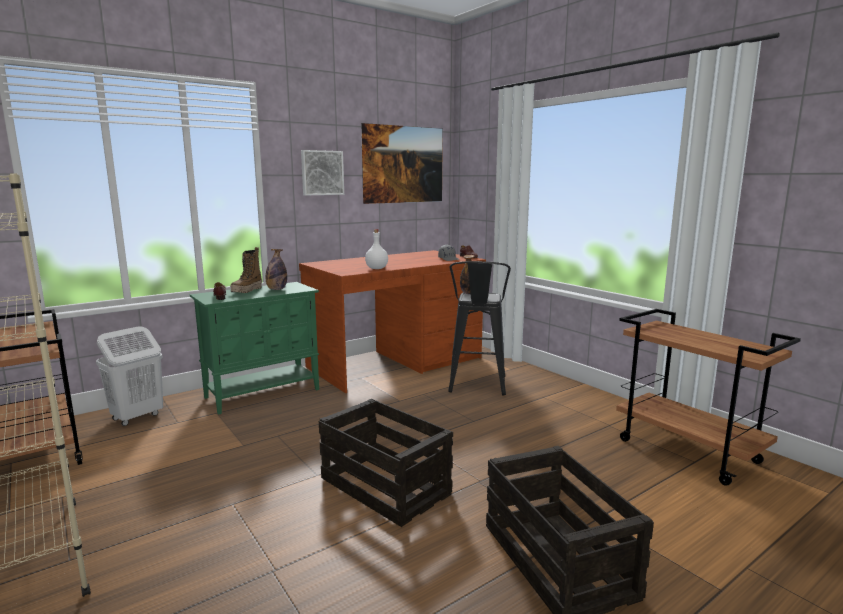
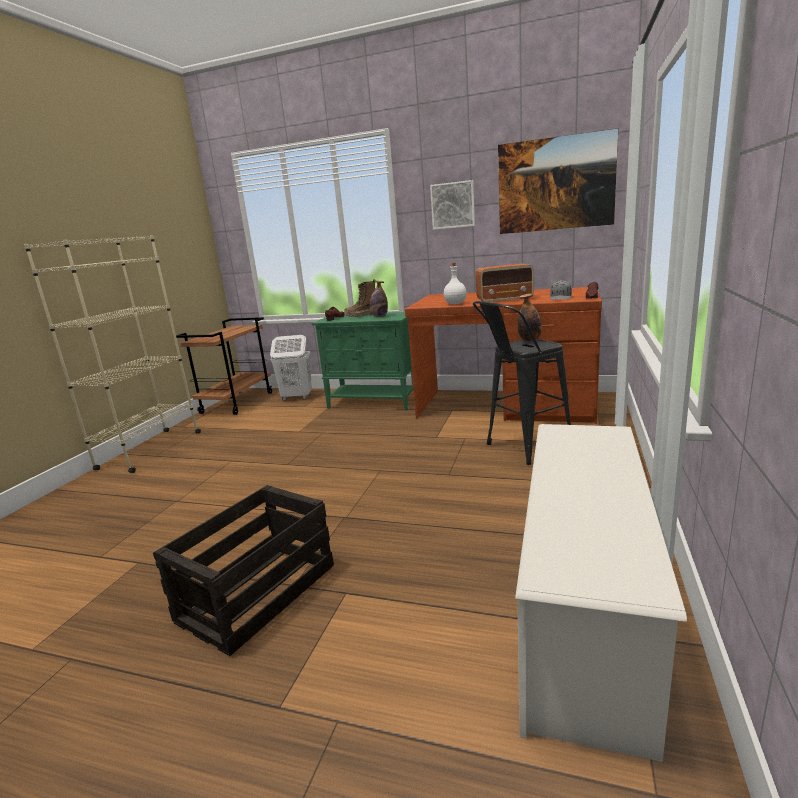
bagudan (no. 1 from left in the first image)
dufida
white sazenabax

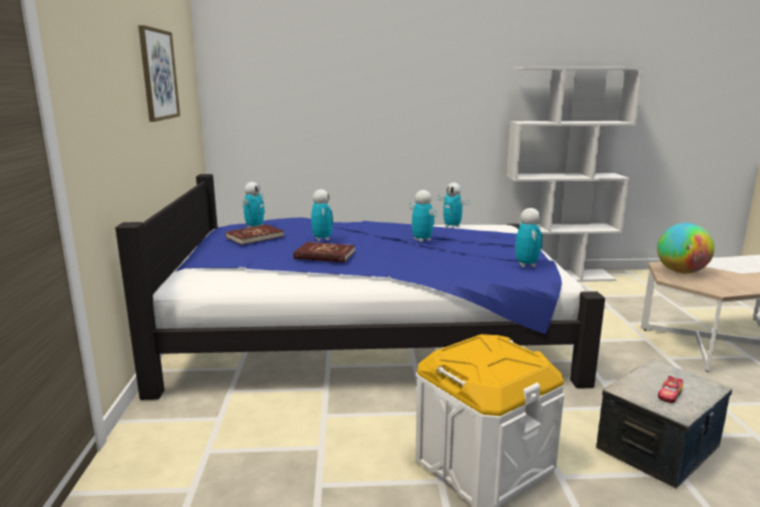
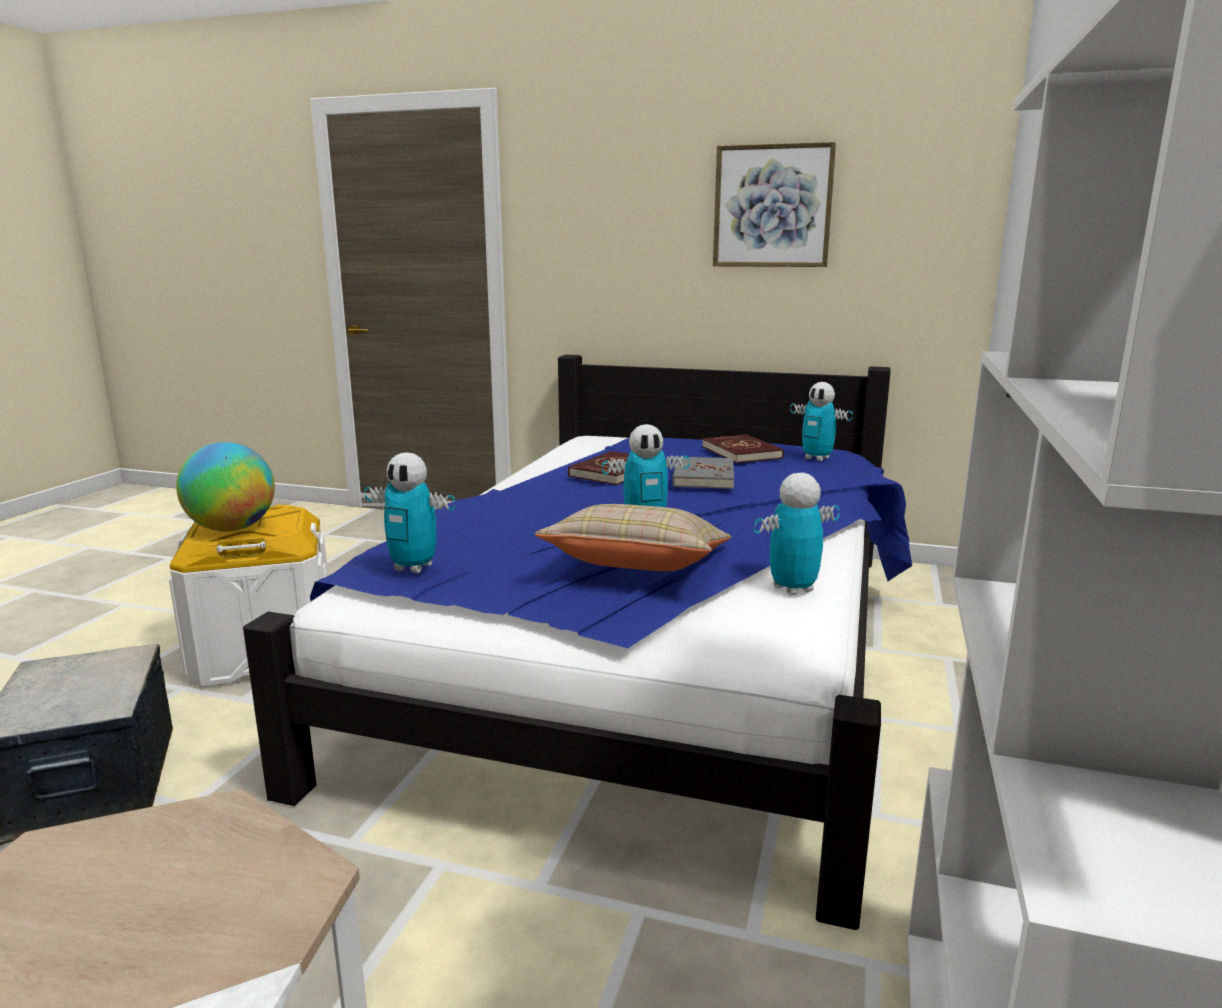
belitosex
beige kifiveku
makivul
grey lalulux

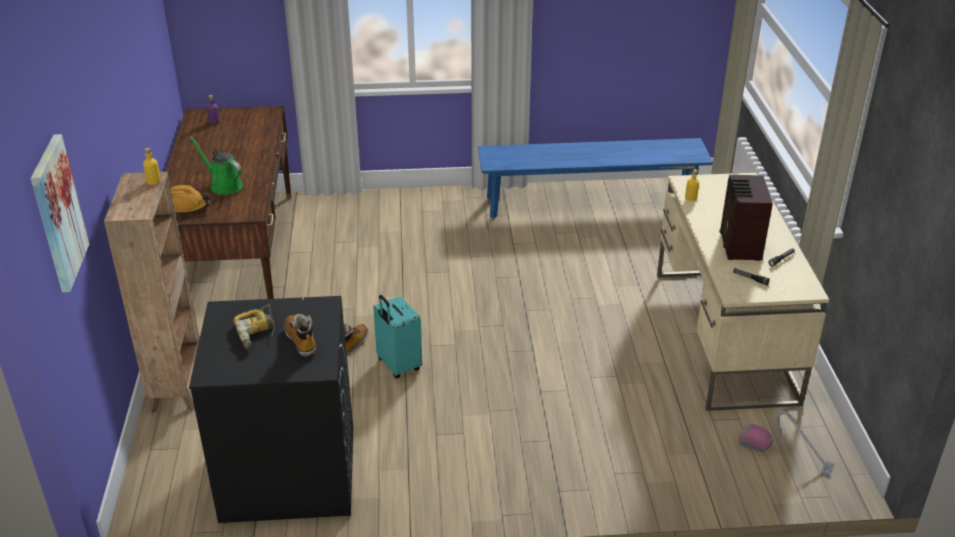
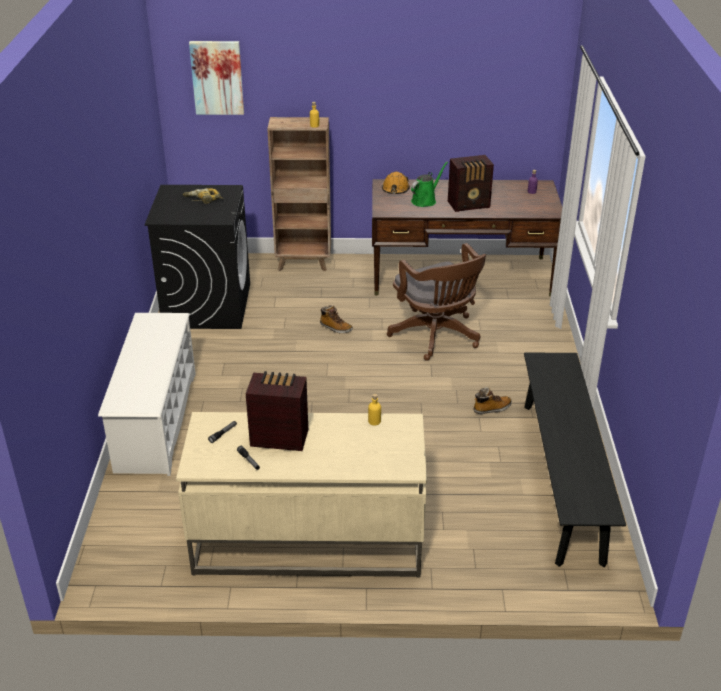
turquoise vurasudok
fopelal
white sazenabax
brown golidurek
dufida (no. 2 from left)
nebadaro (no. 2 from left)
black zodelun

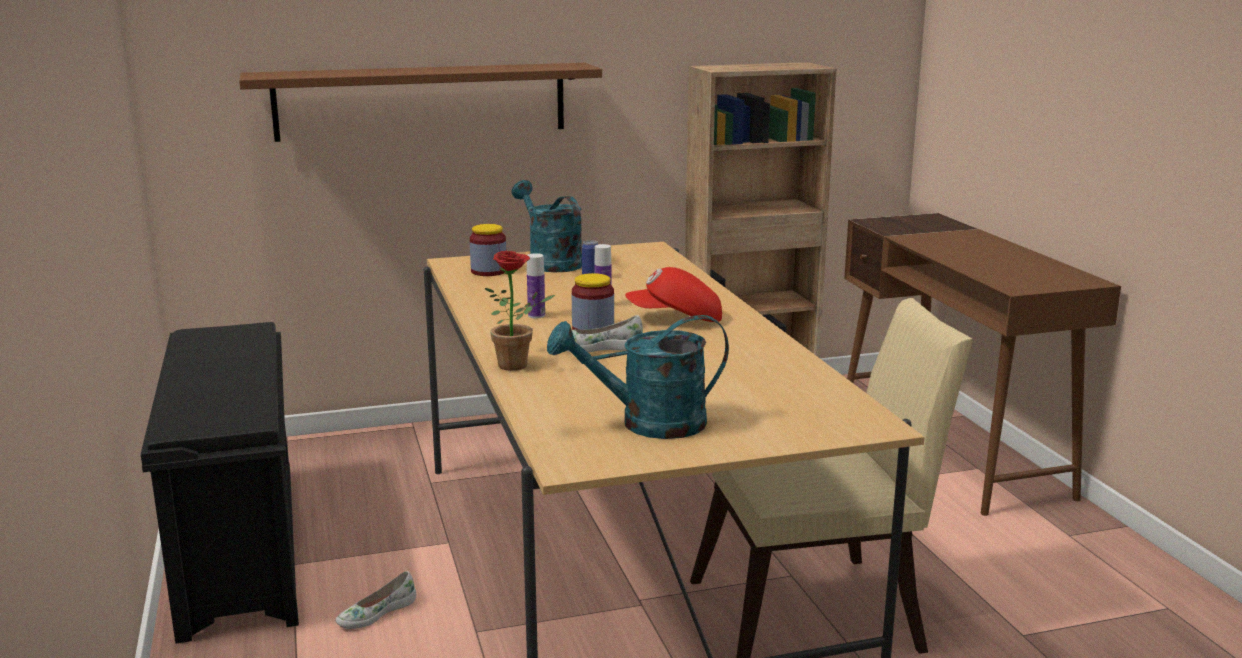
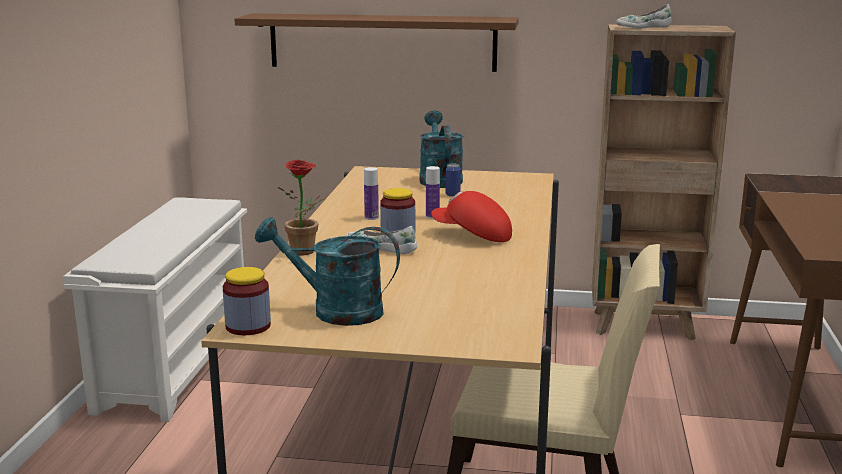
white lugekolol (no. 2 from left)
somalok (no. 1 from left)
white sazenabax

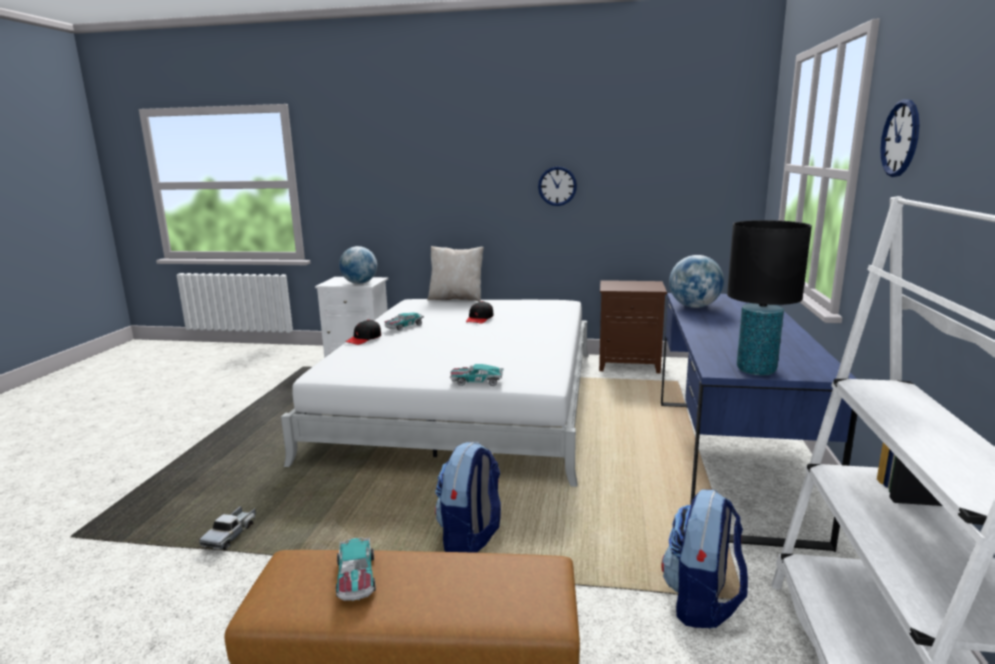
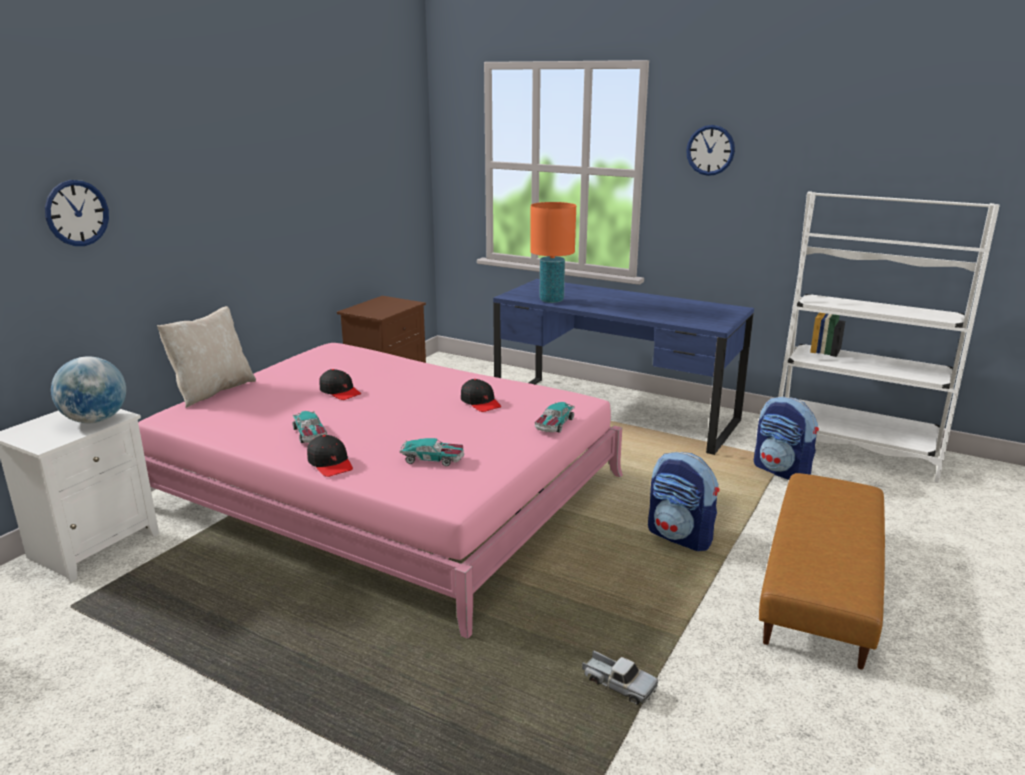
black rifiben
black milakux (no. 3 from left)
belitosex (no. 2 from left)
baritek (no. 1 from left)
orange rifiben
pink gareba

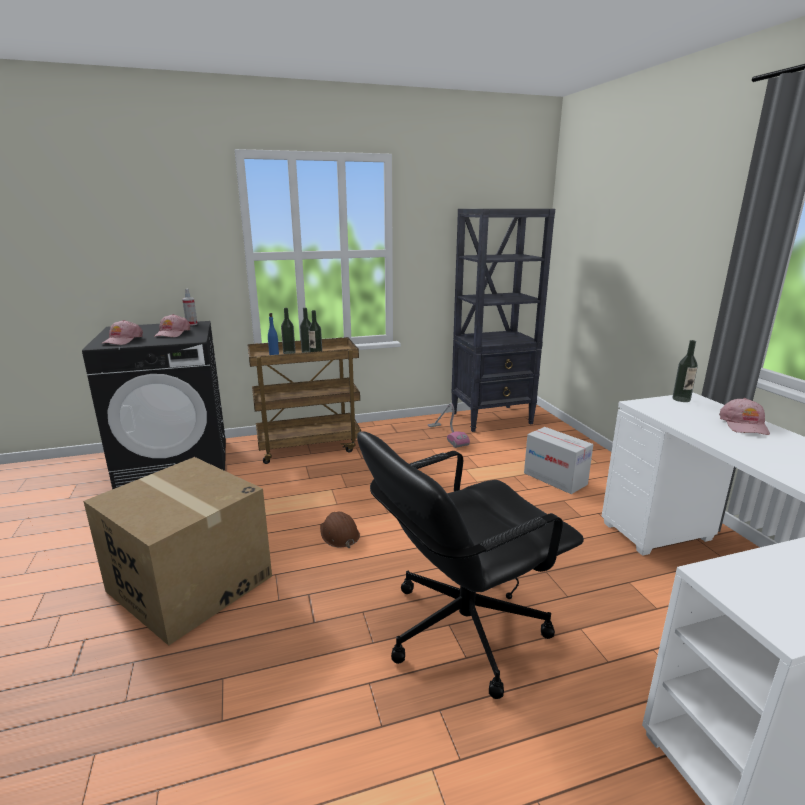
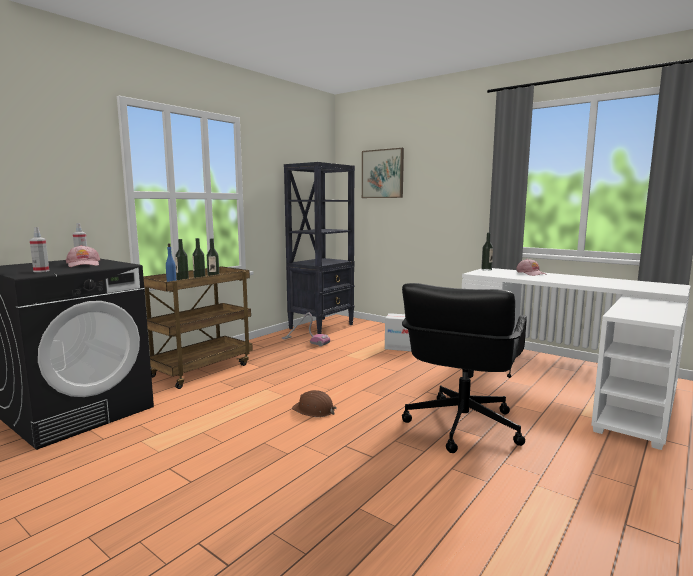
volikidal (no. 1 from left in the first image)
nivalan
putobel (no. 1 from left)

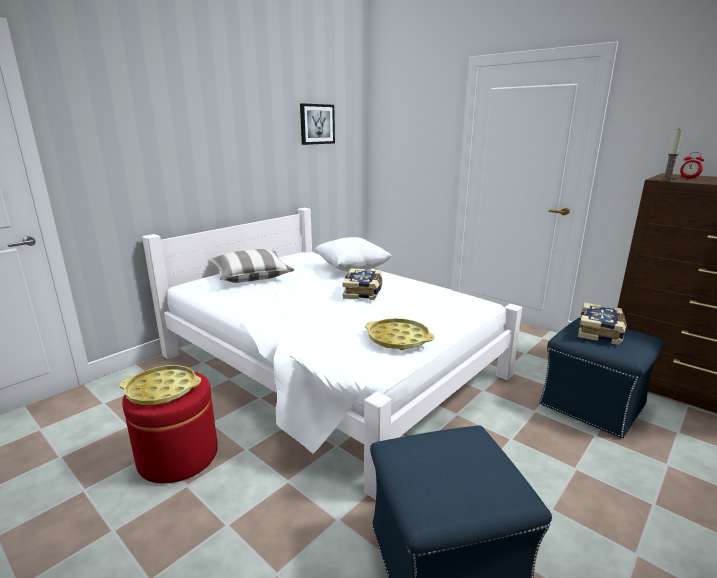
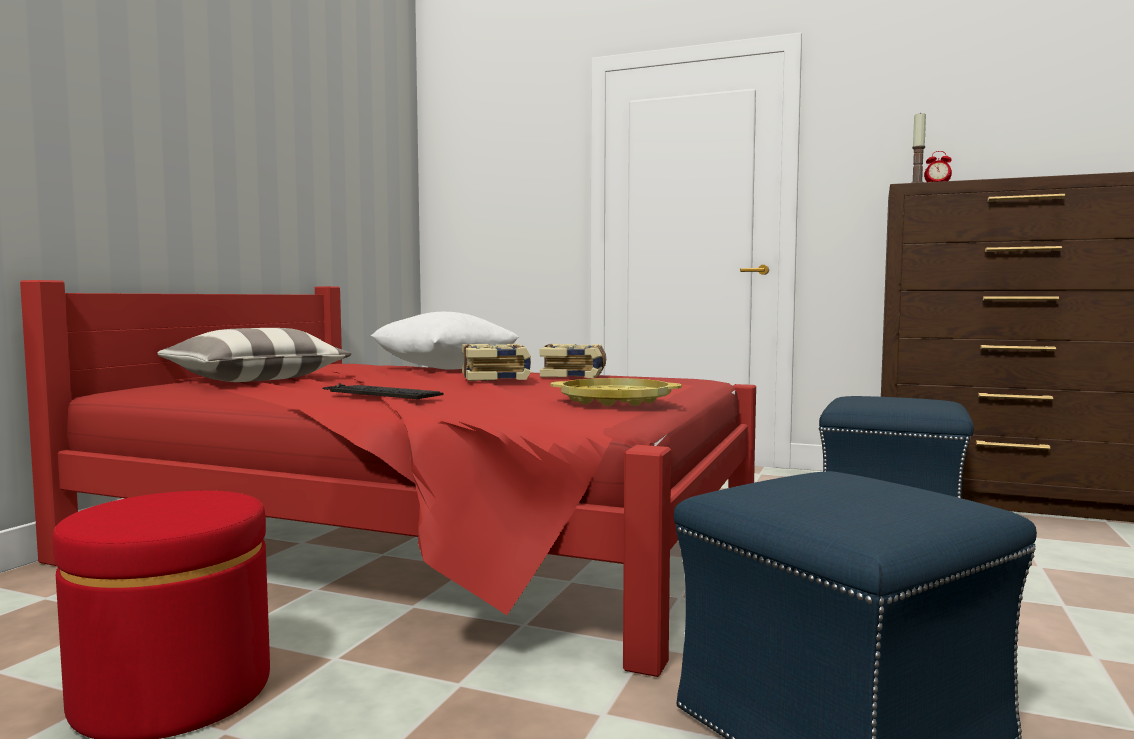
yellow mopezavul (no. 1 from left in the first image)
nivalan
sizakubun
lalulux (no. 2 from left)
red gareba

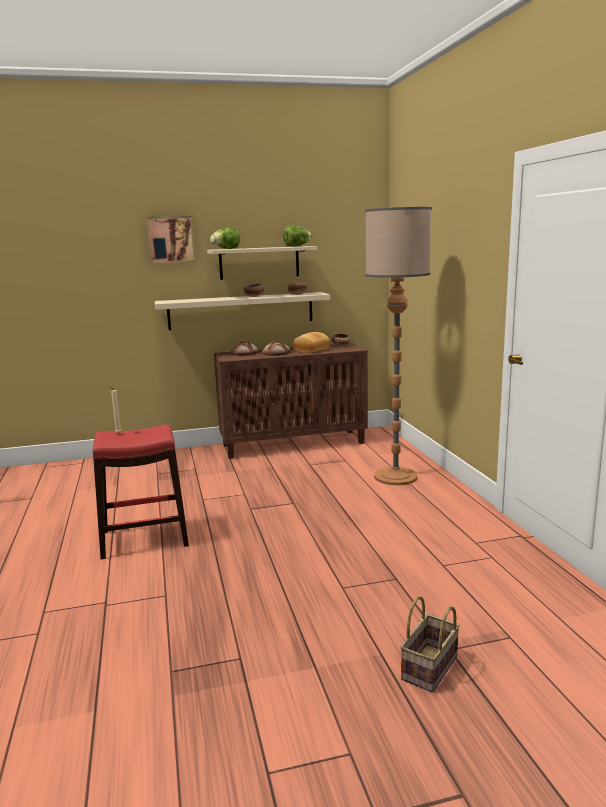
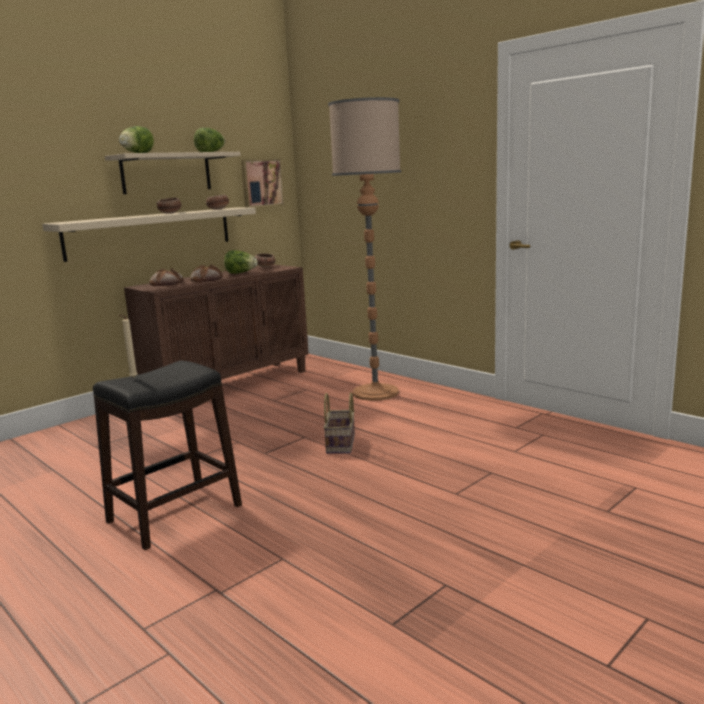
nivalan
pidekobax
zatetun (no. 3 from left)
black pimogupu

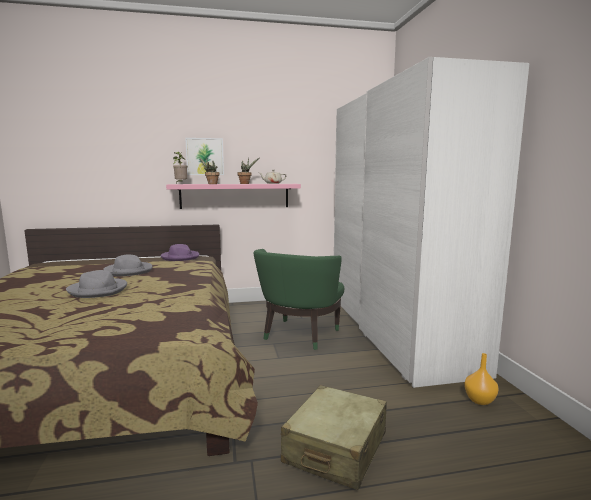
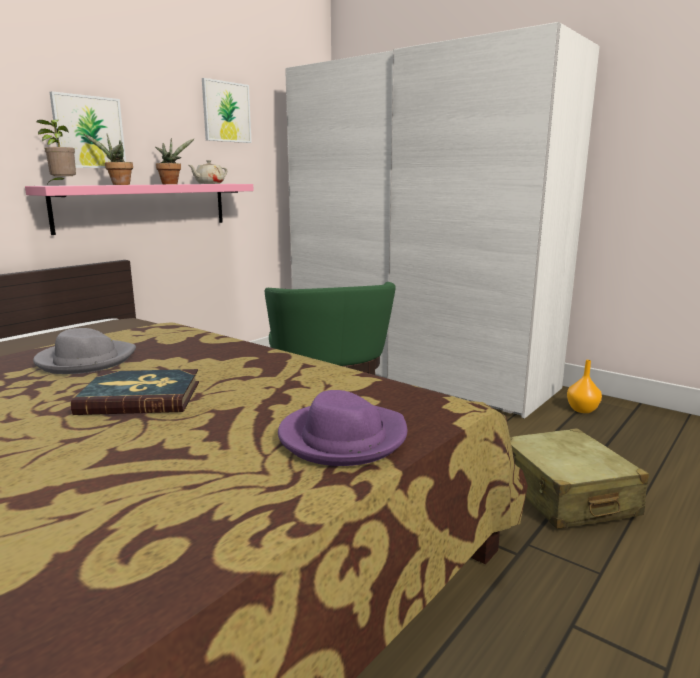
nivalan (no. 2 from left)
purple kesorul
lalulux

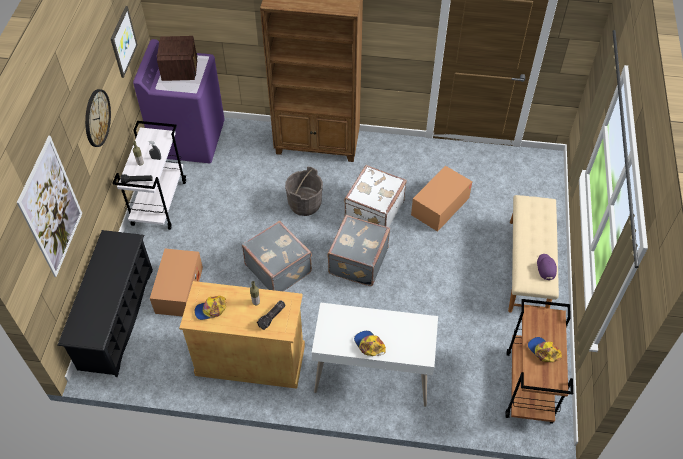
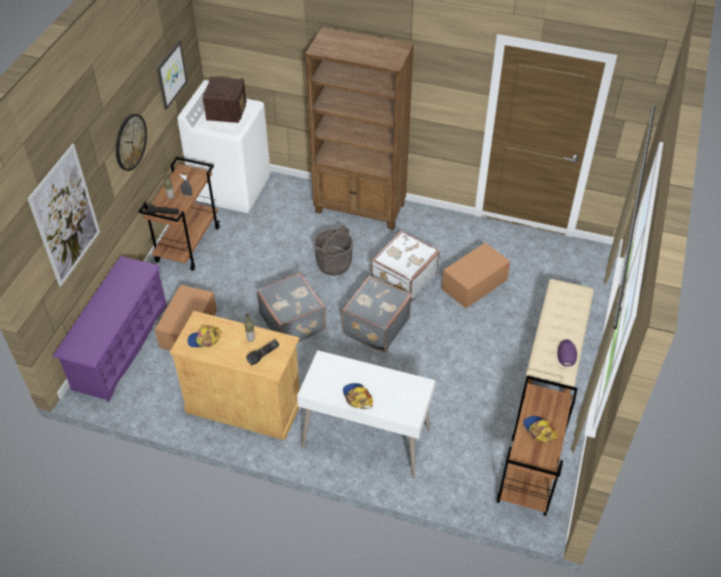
purple sazenabax
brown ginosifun (no. 1 from left)
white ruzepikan

